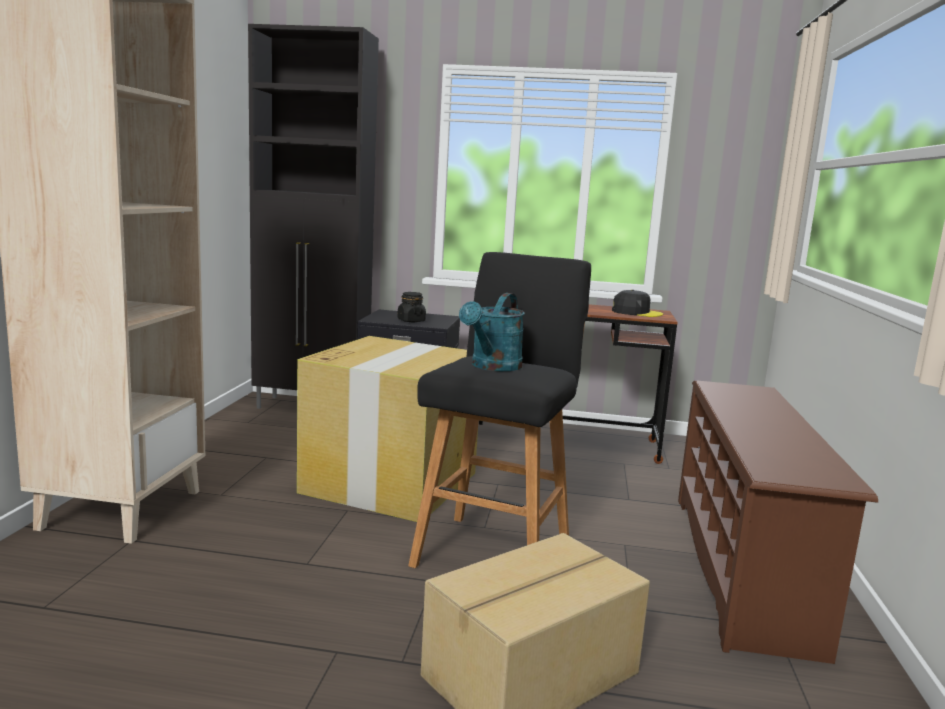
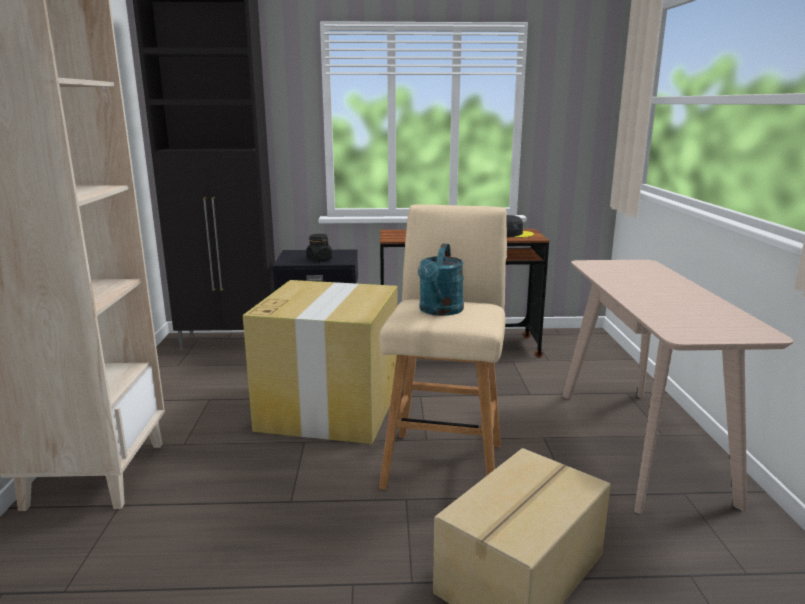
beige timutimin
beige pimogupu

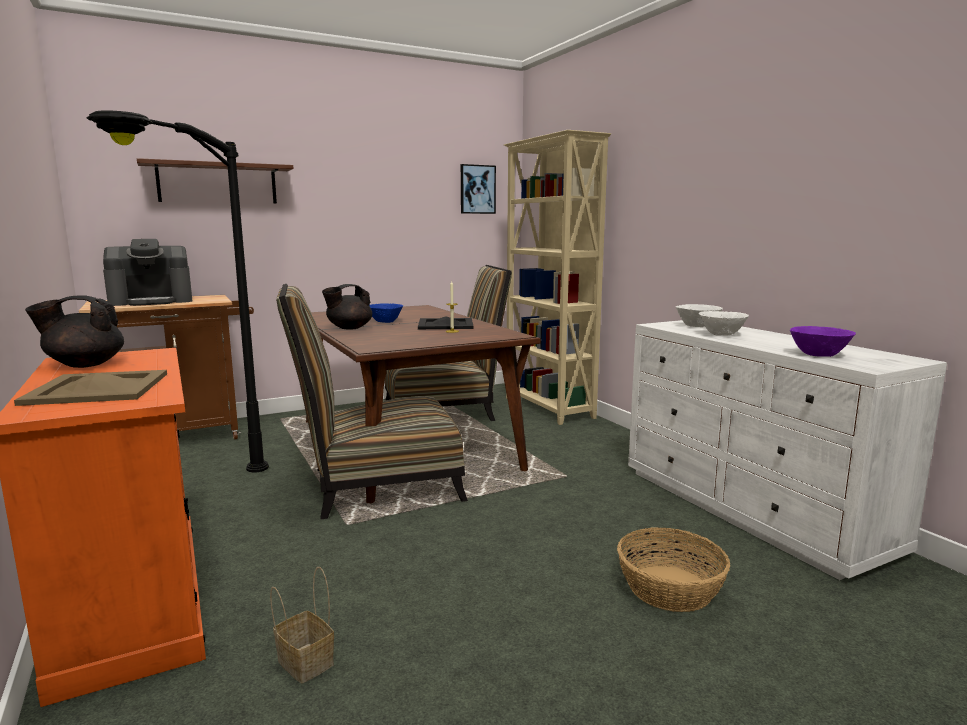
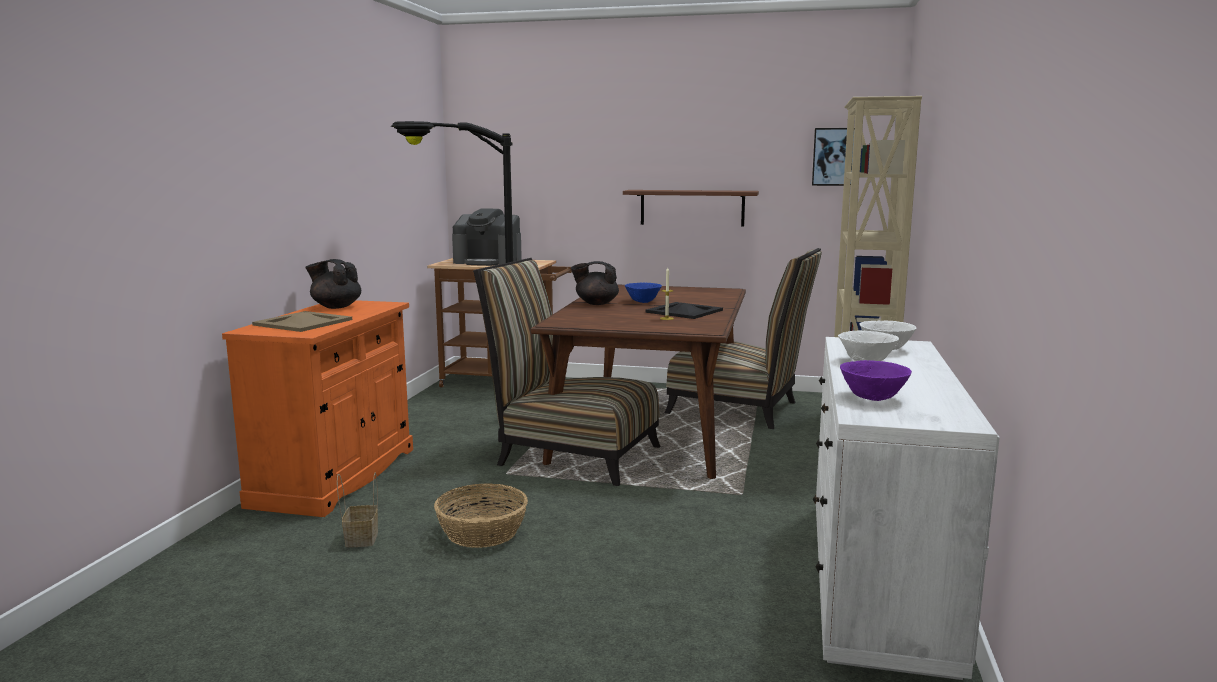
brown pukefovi
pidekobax (no. 2 from left)

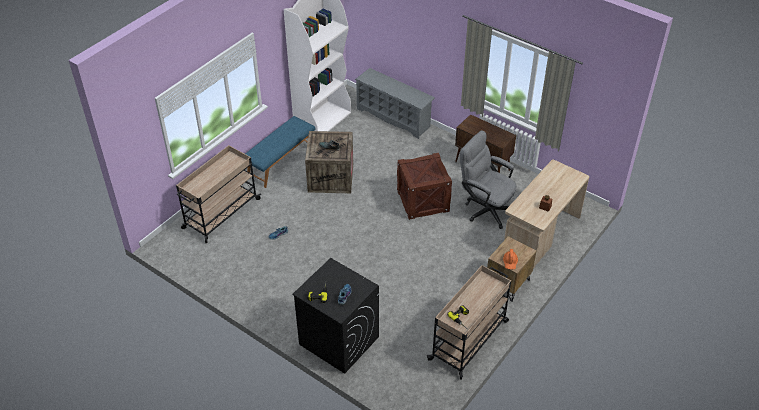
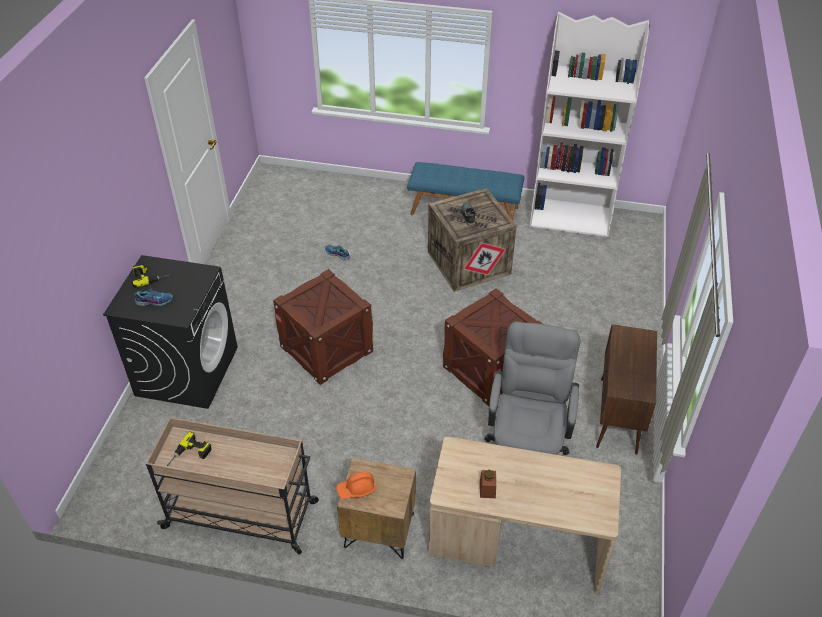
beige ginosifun (no. 1 from left in the first image)
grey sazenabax
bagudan (no. 1 from left)

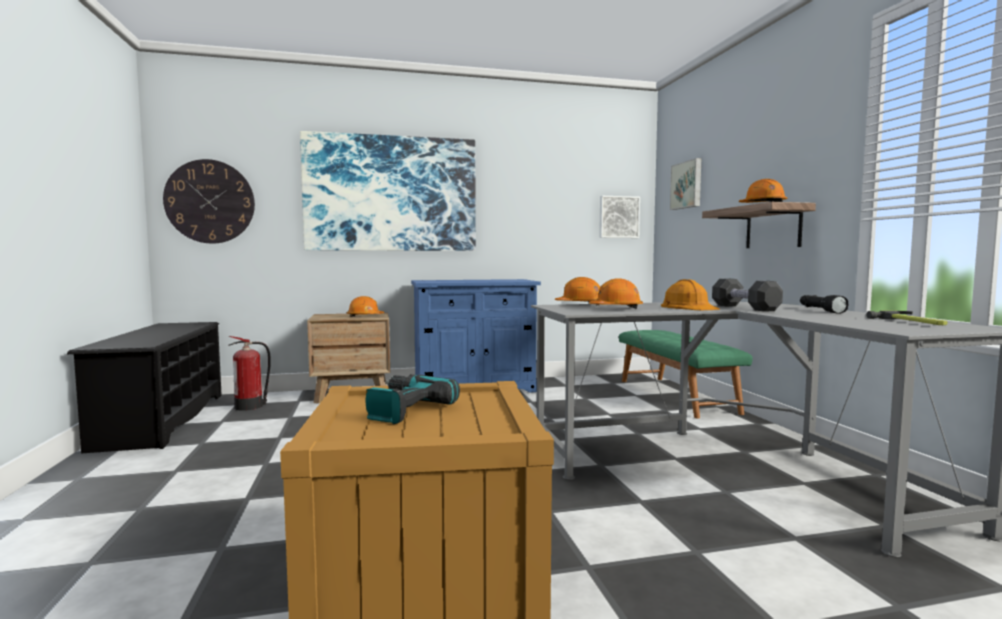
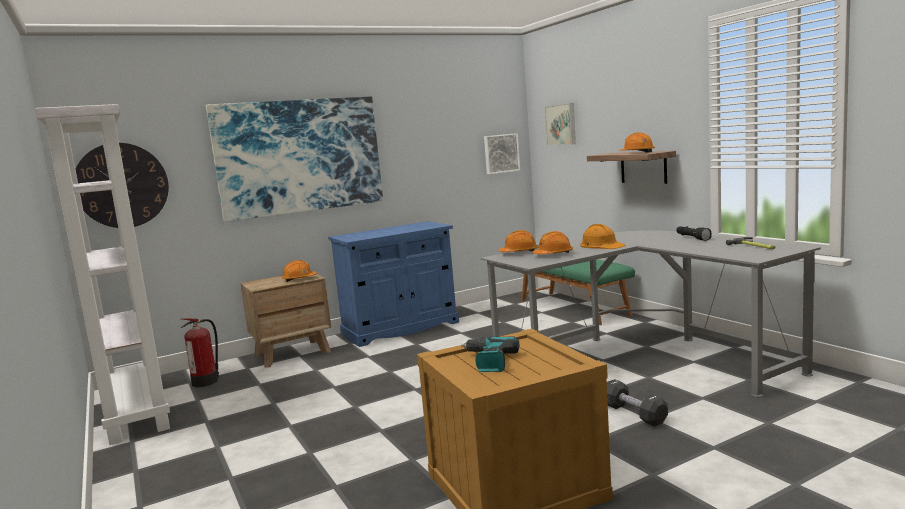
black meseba
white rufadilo

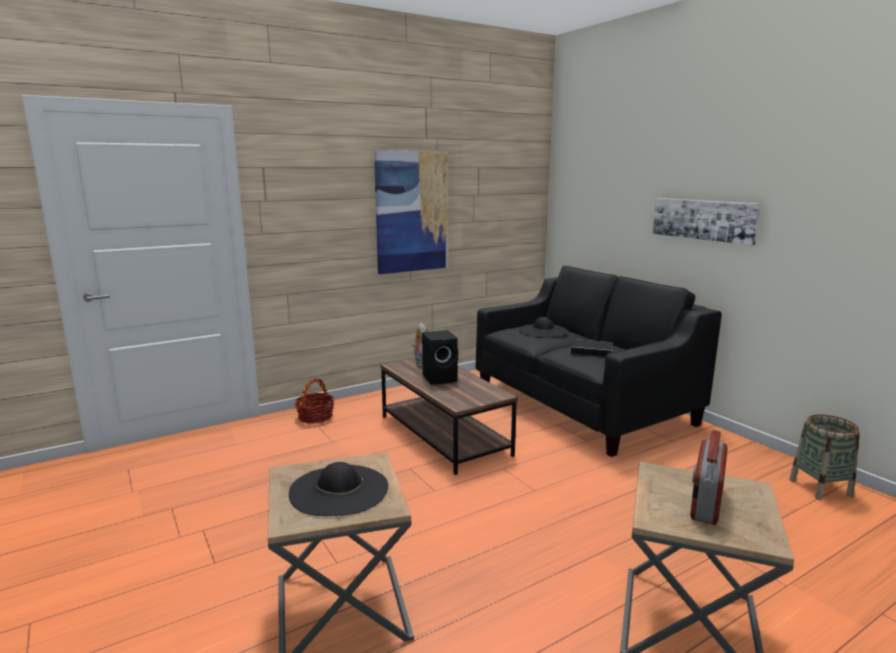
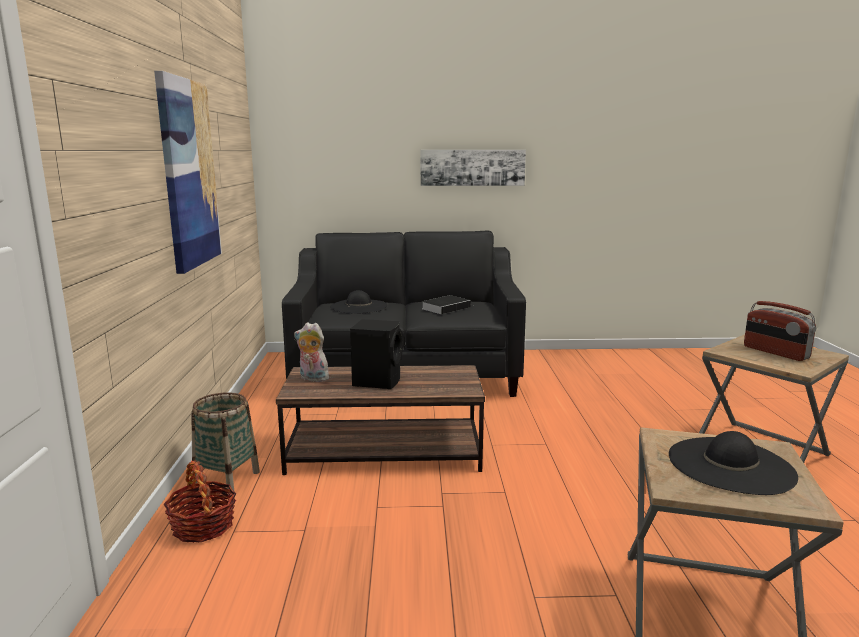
pidekobax (no. 2 from left)

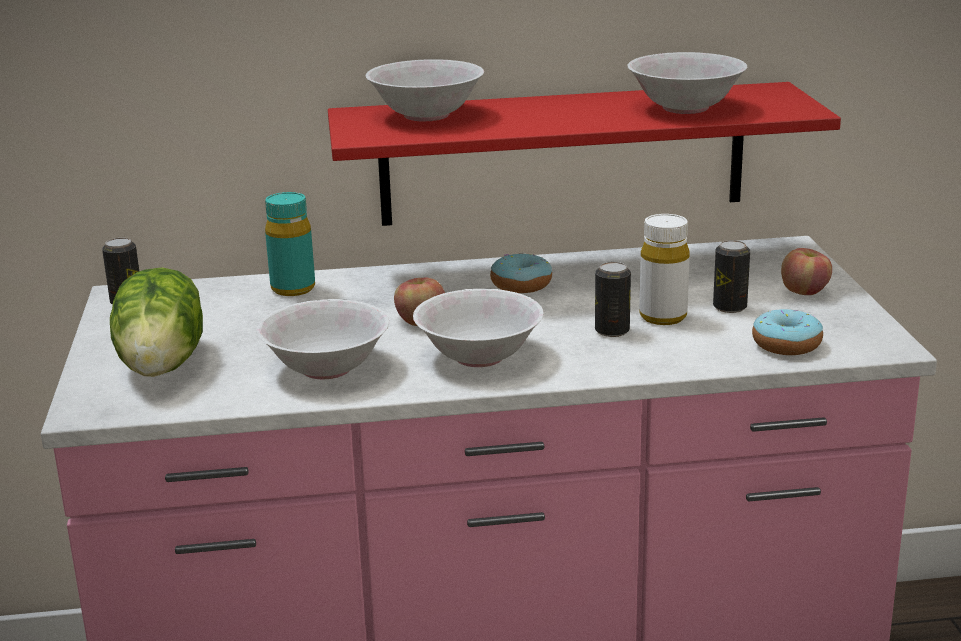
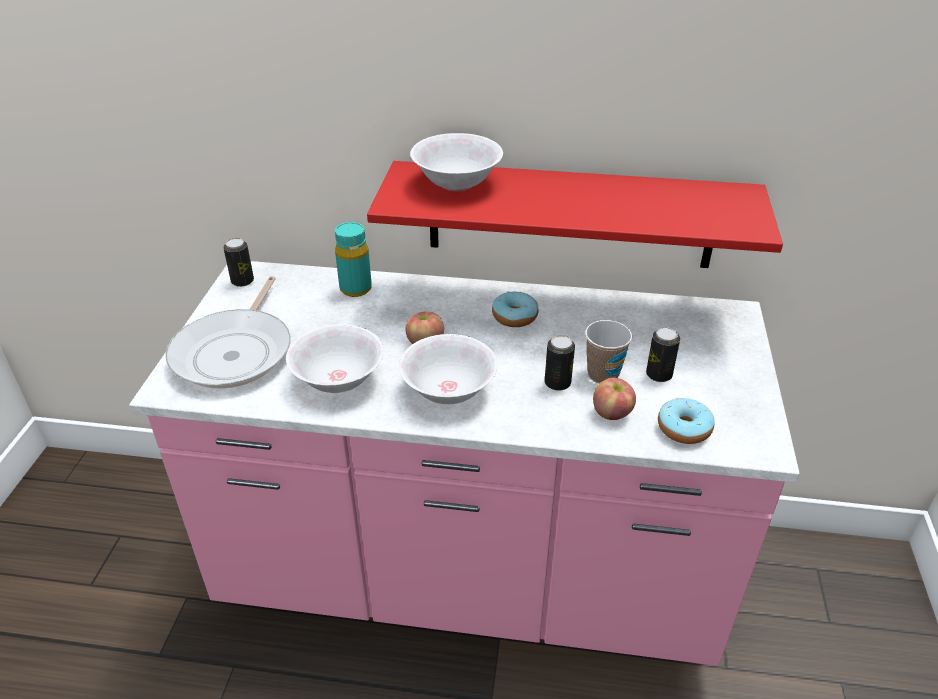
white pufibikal (no. 4 from left in the first image)
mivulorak (no. 2 from left)
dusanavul
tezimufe

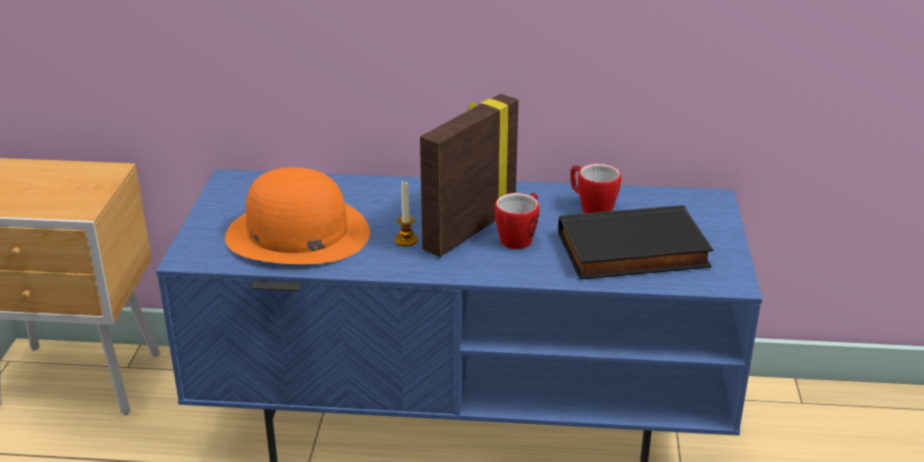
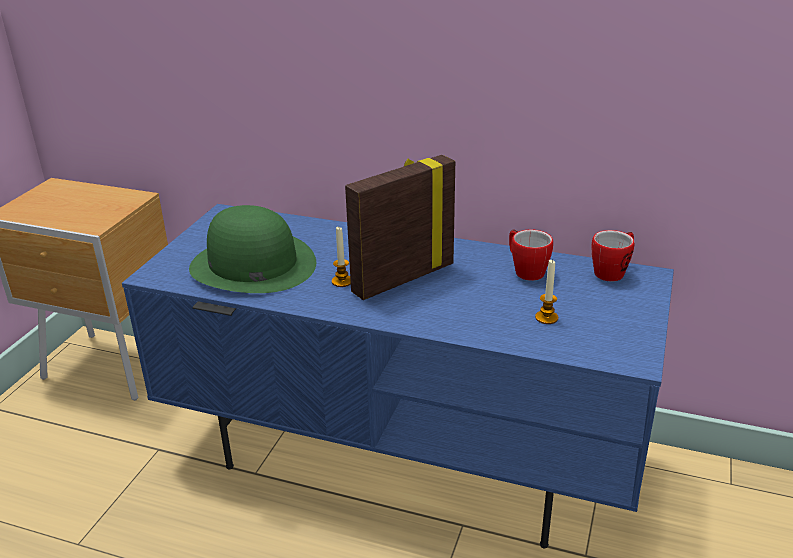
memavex (no. 2 from left)
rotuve (no. 2 from left)
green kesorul

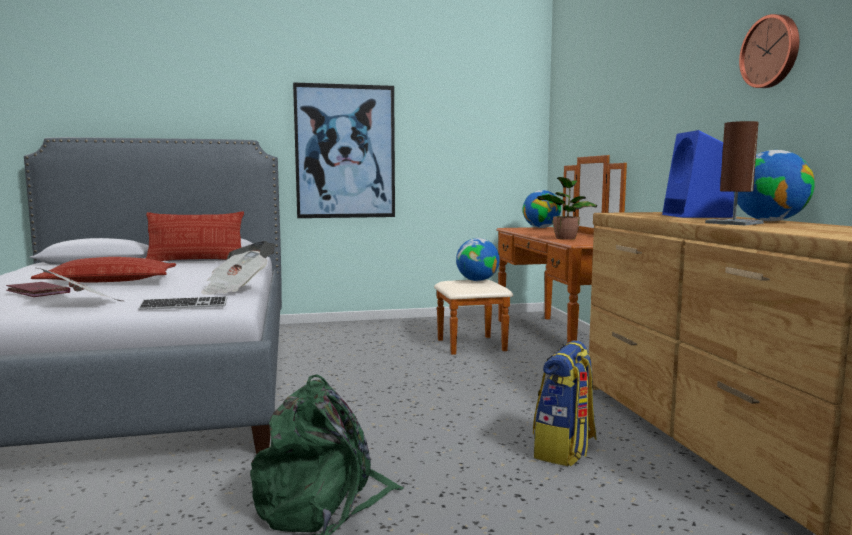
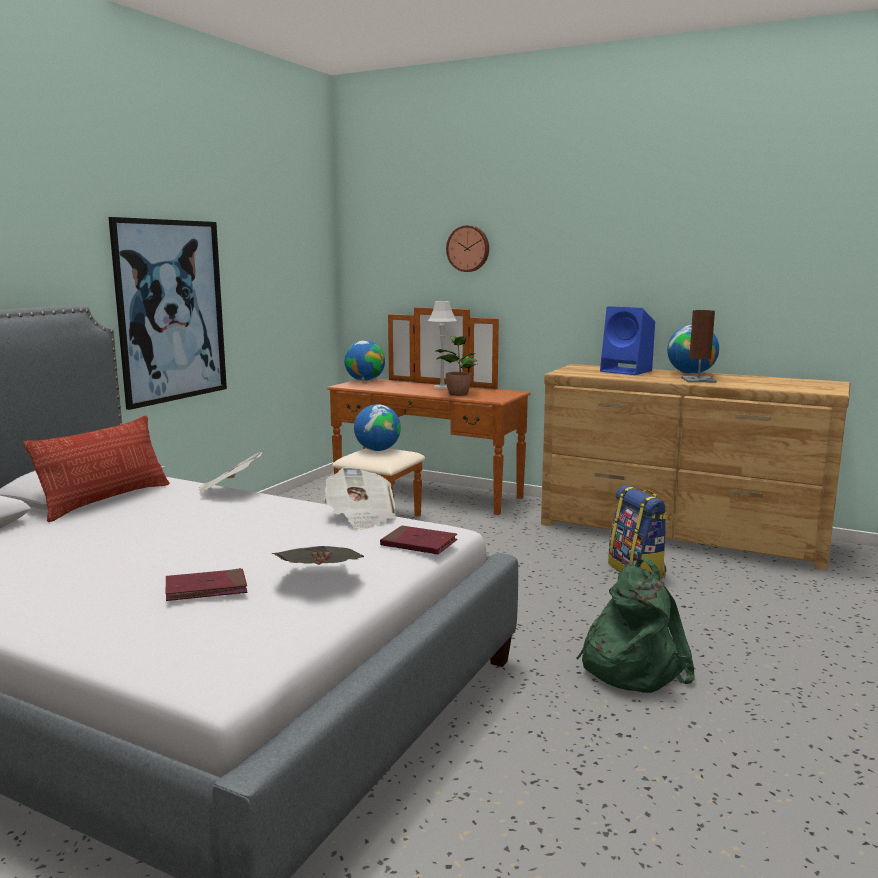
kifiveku (no. 1 from left in the first image)
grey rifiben
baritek
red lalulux (no. 2 from left)

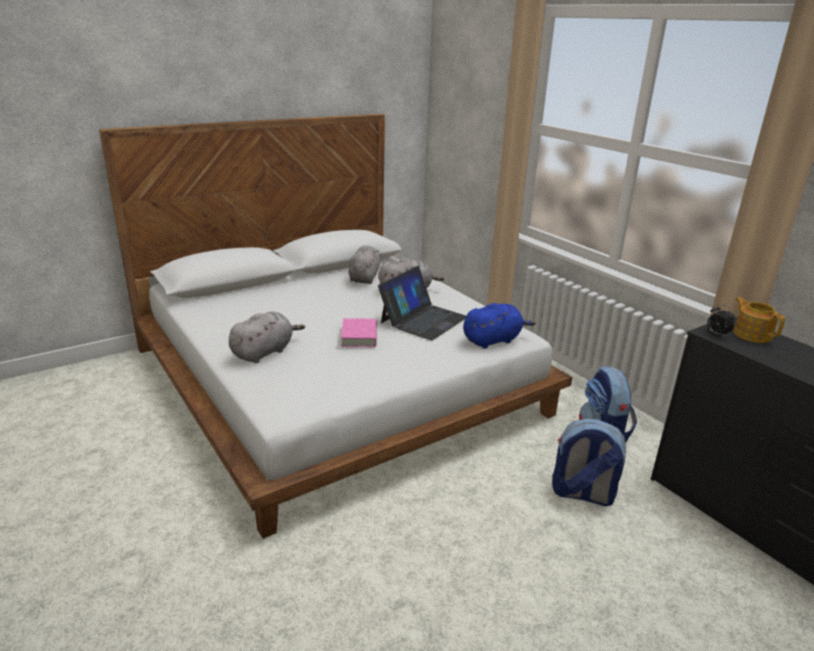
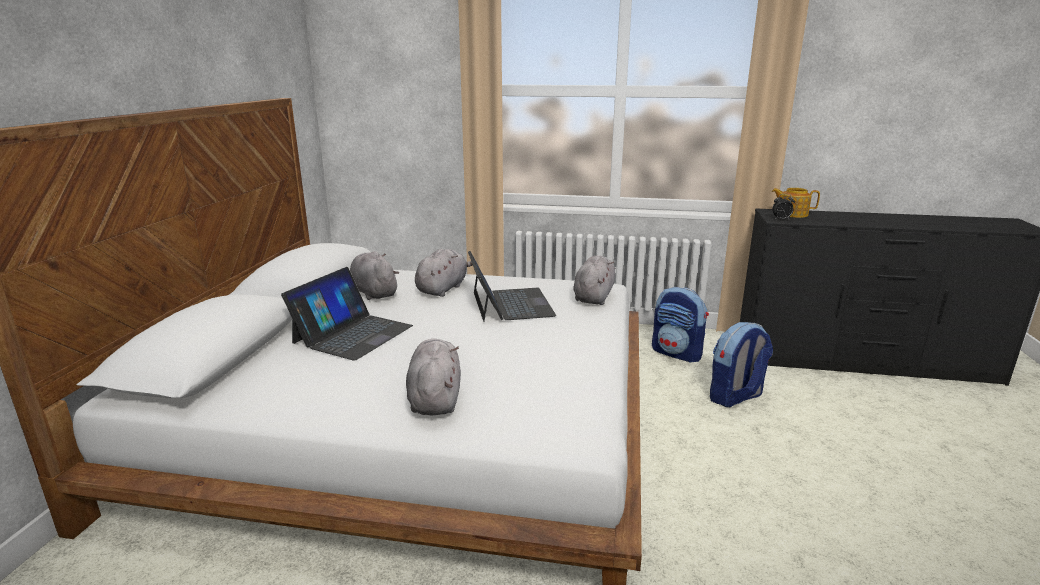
pink lalulux
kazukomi (no. 1 from left)
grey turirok (no. 4 from left)

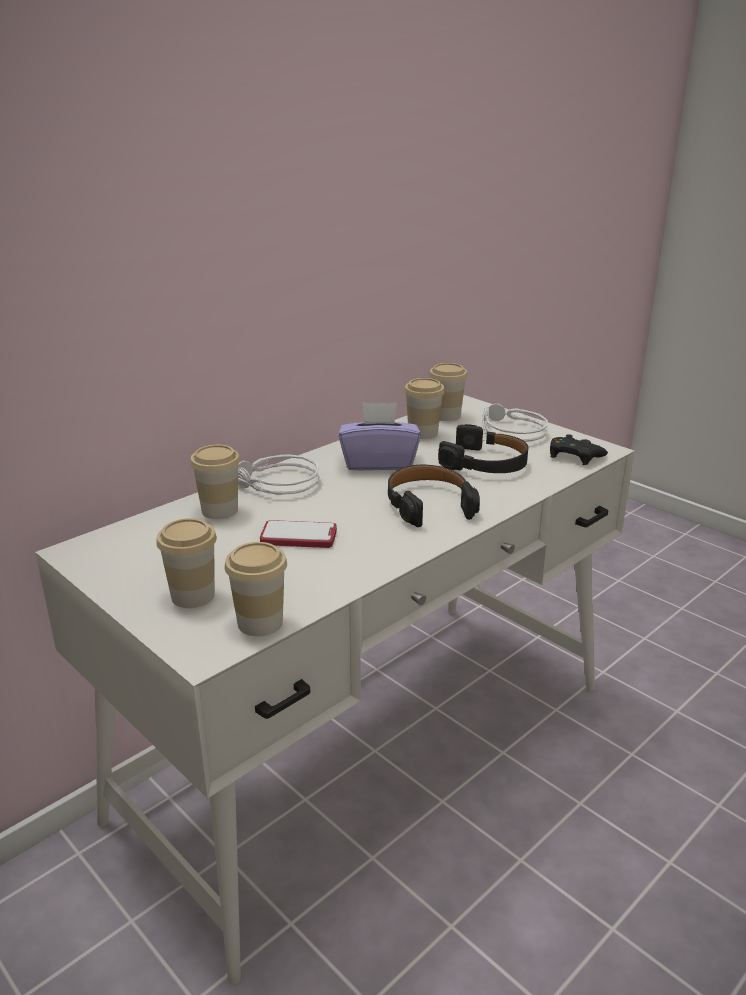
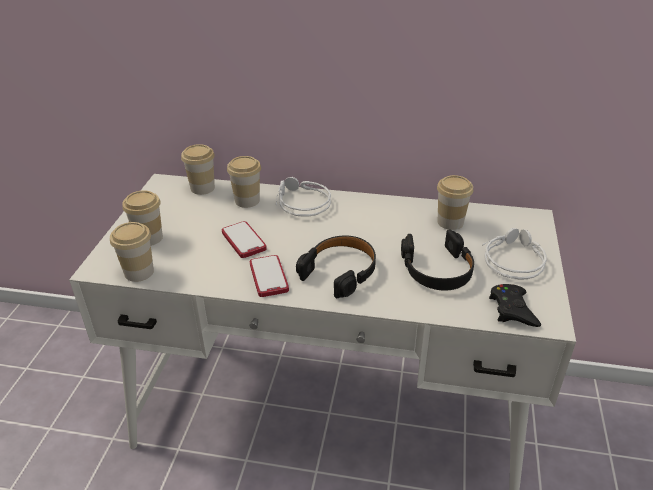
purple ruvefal
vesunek (no. 2 from left)
tezimufe (no. 3 from left)

